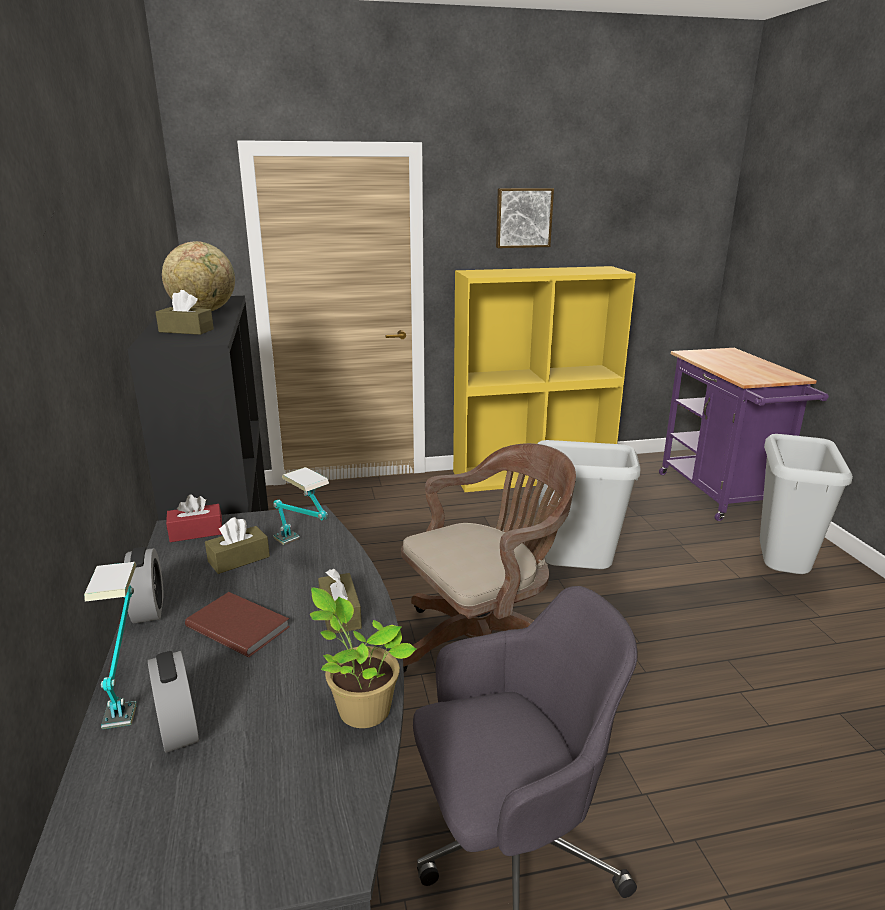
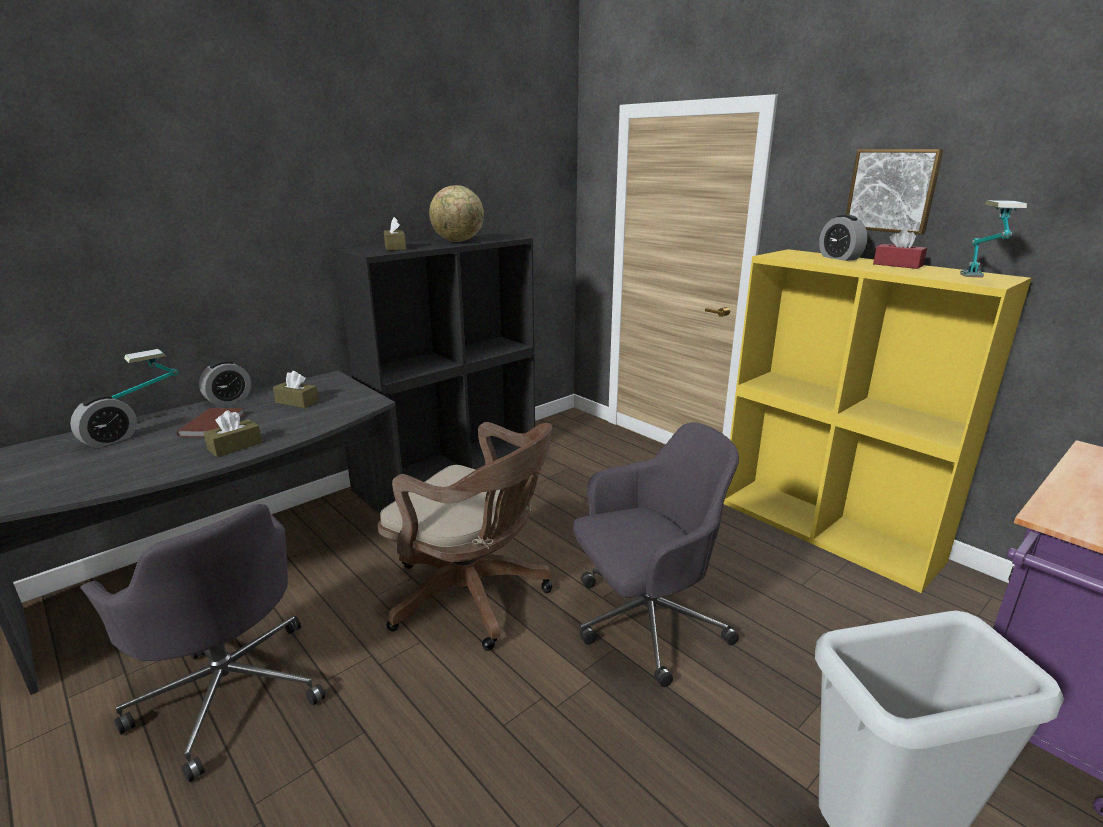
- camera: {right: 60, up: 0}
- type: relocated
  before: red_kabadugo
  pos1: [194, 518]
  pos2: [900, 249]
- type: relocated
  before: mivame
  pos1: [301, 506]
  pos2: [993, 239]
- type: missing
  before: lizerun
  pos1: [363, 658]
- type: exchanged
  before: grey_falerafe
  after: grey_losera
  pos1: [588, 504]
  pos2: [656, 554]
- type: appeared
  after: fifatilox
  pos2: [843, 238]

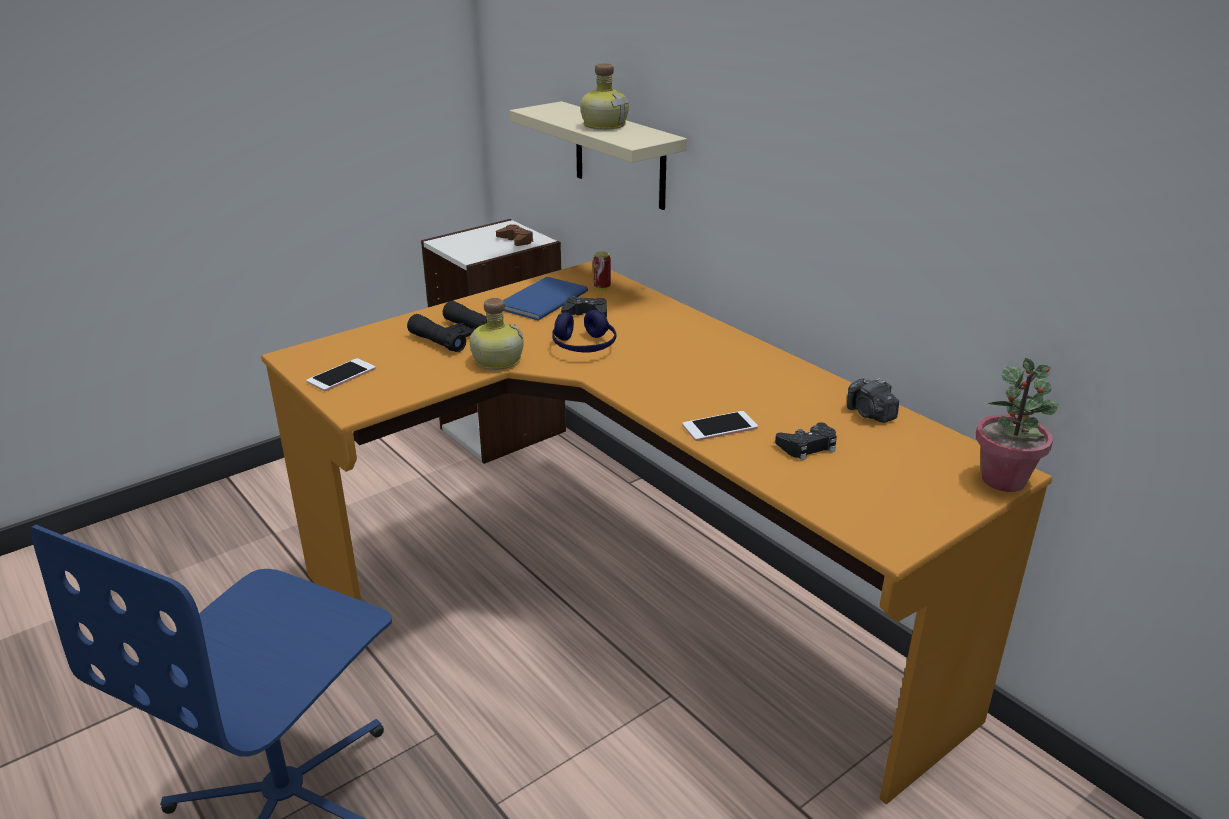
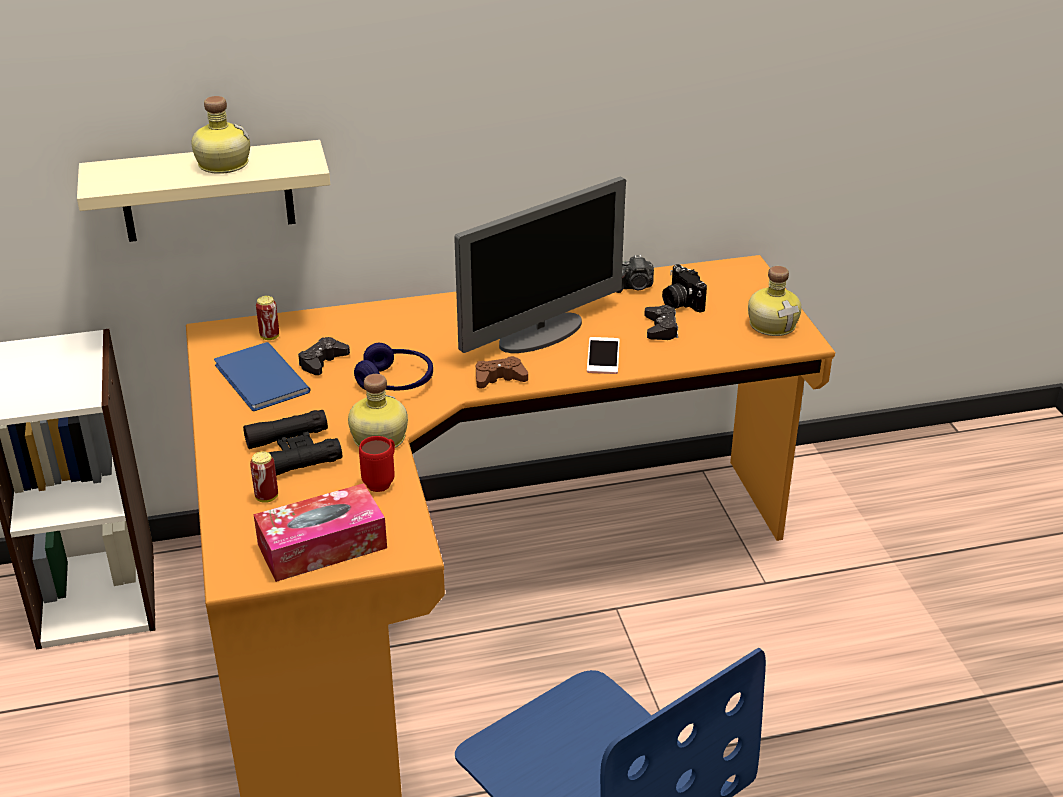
- camera: {right: -65, up: 5}
- type: exchanged
  before: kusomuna
  after: kabadugo
  pos1: [341, 374]
  pos2: [320, 532]
- type: relocated
  before: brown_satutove
  pos1: [515, 235]
  pos2: [502, 372]
- type: missing
  before: lizerun
  pos1: [1017, 425]
- type: appeared
  after: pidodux
  pos2: [264, 477]
- type: appeared
  after: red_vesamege
  pos2: [377, 464]
- type: appeared
  after: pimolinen
  pos2: [540, 265]
- type: appeared
  after: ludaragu
  pos2: [684, 288]
- type: appeared
  after: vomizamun
  pos2: [774, 301]

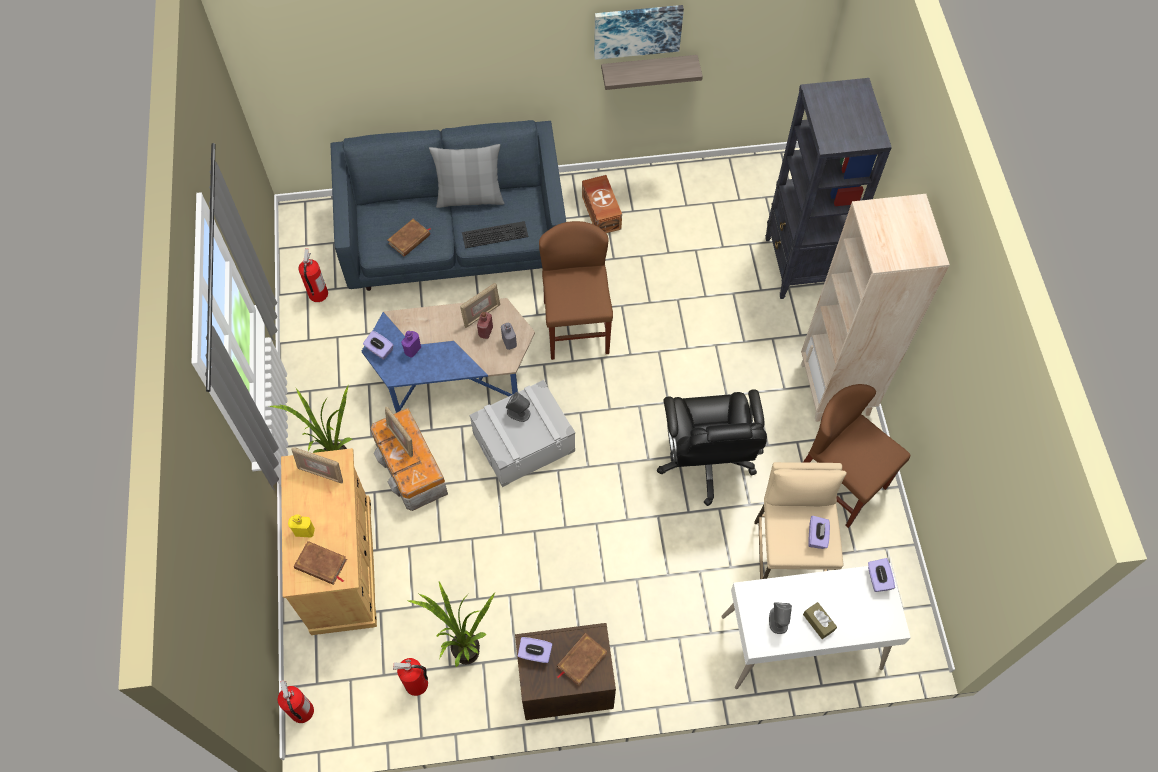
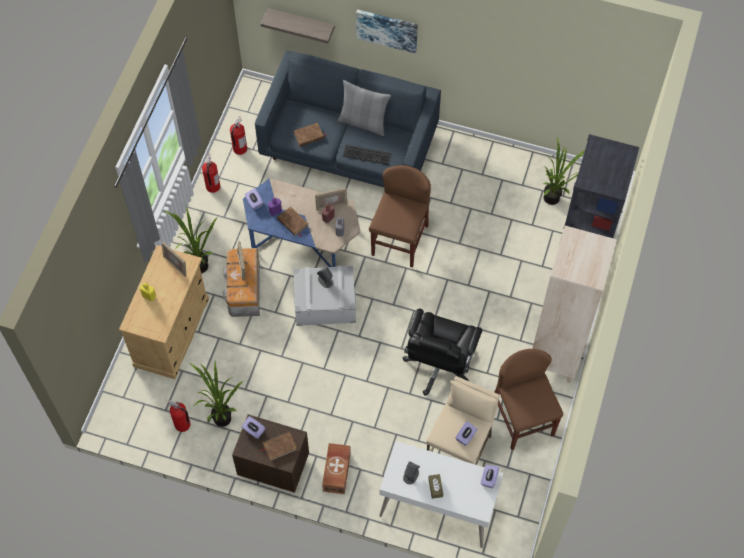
- camera: {right: 25, up: 0}
- type: relocated
  before: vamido
  pos1: [296, 701]
  pos2: [211, 173]
- type: relocated
  before: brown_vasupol
  pos1: [320, 563]
  pos2: [292, 222]
- type: relocated
  before: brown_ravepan
  pos1: [602, 204]
  pos2: [336, 468]
- type: relocated
  before: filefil
  pos1: [639, 32]
  pos2: [387, 31]
- type: relocated
  before: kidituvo
  pos1: [652, 72]
  pos2: [298, 26]
- type: appeared
  after: lizerun
  pos2: [564, 171]

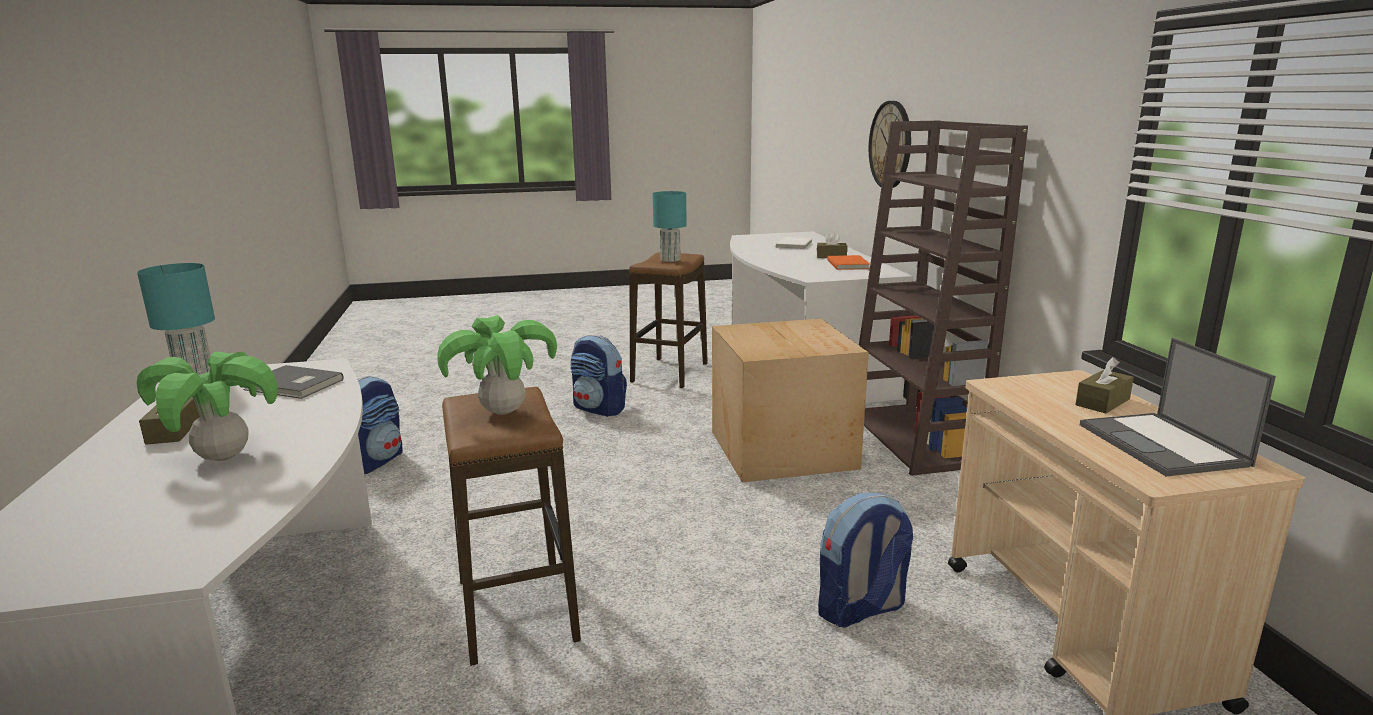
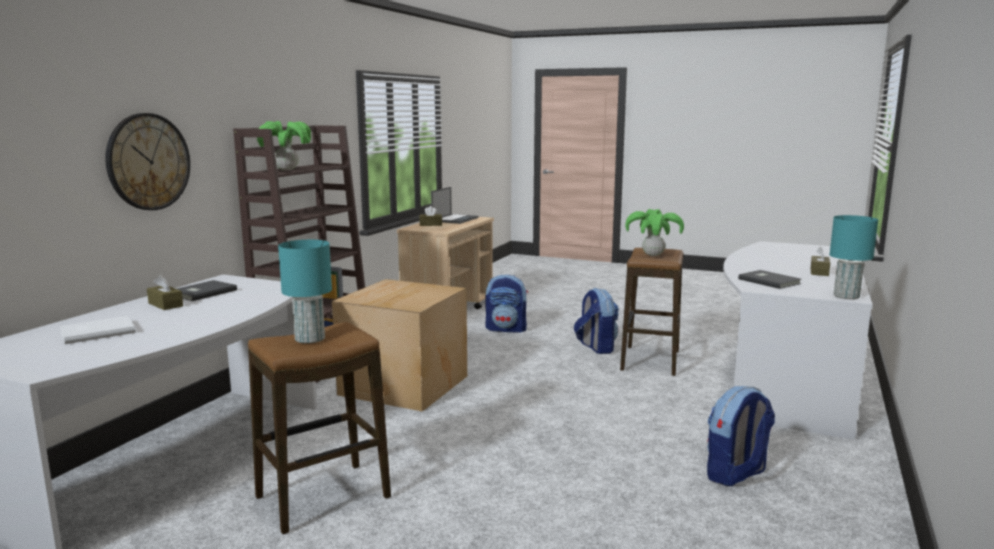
- camera: {right: -145, up: -5}
- type: relocated
  before: lizerun
  pos1: [207, 406]
  pos2: [284, 146]
- type: relocated
  before: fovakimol
  pos1: [598, 376]
  pos2: [596, 321]
- type: colour
  before: orange_vasupol
  after: grey_vasupol
  pos1: [848, 262]
  pos2: [207, 290]

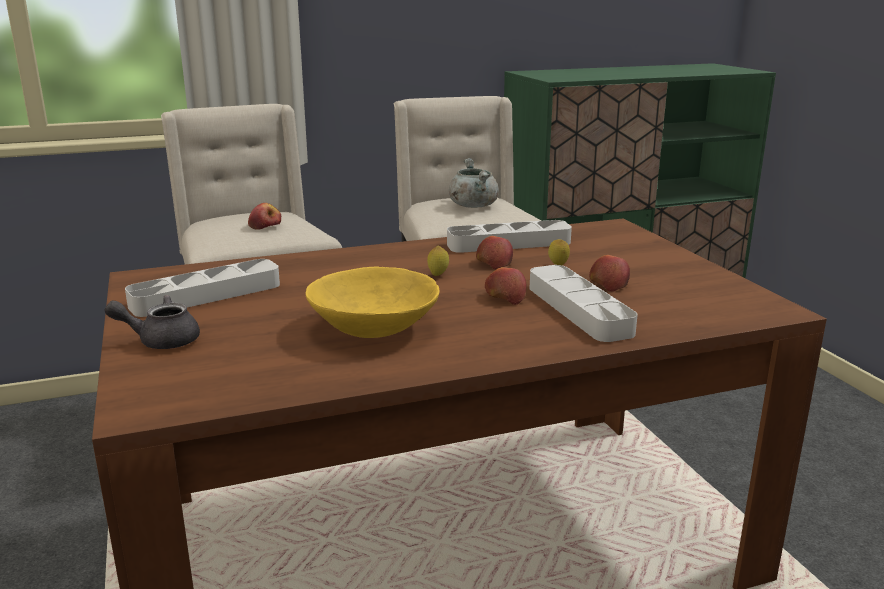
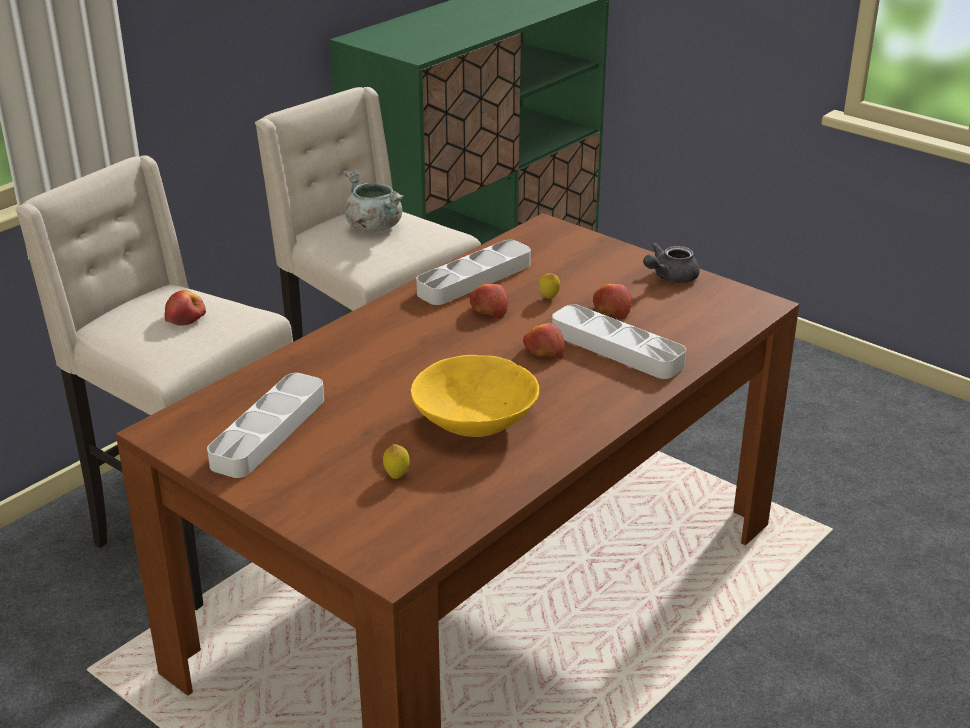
- camera: {right: -30, up: 10}
- type: relocated
  before: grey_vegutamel
  pos1: [152, 322]
  pos2: [671, 263]
- type: relocated
  before: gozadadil
  pos1: [438, 261]
  pos2: [396, 461]

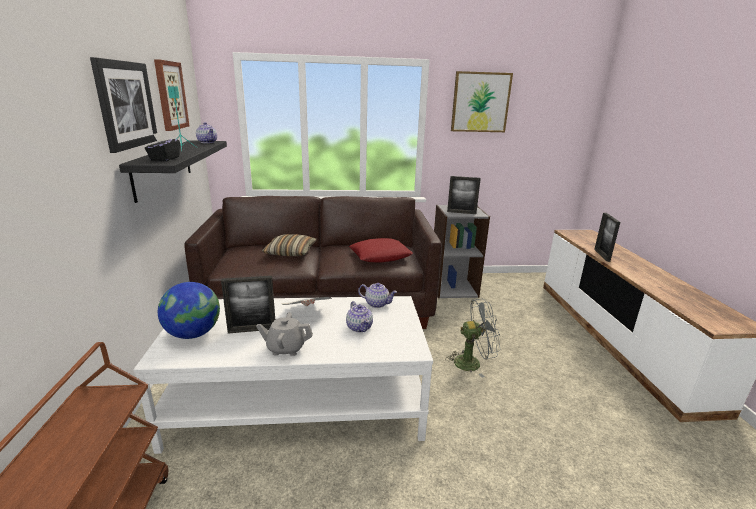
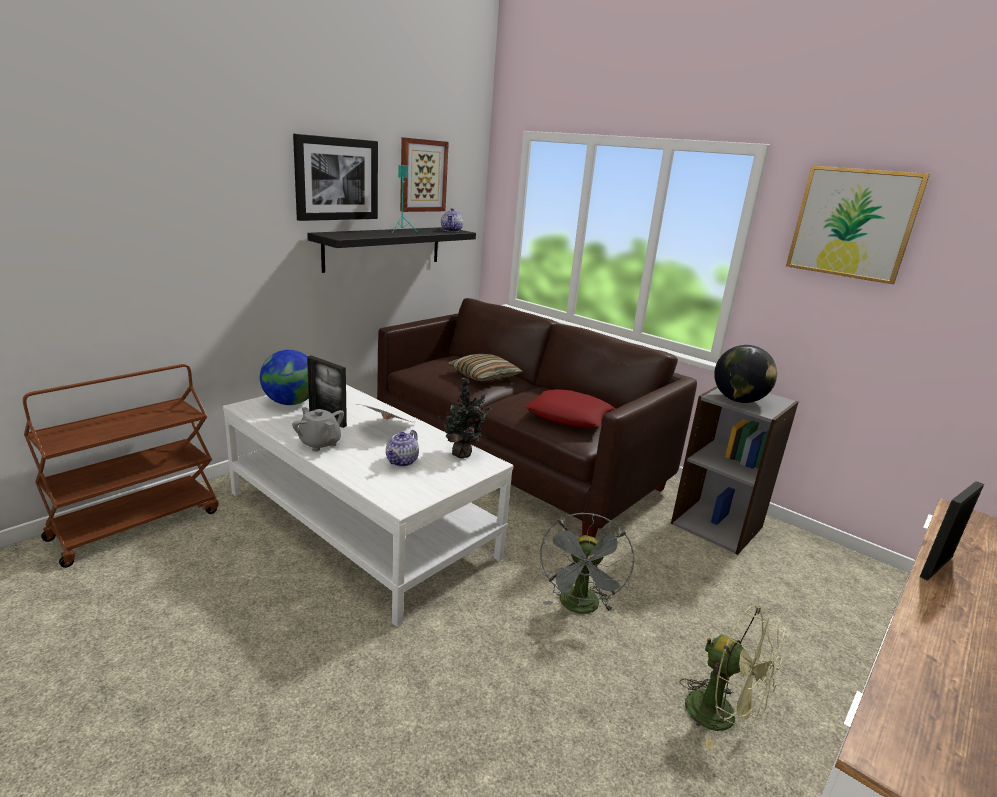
- camera: {right: 45, up: 0}
- type: missing
  before: black_kabadugo
  pos1: [162, 146]
- type: exchanged
  before: vegutamel
  after: lizerun
  pos1: [377, 295]
  pos2: [464, 418]
- type: spun
  before: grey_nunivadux
  pos1: [473, 338]
  pos2: [586, 563]
  turn: 60
- type: exchanged
  before: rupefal
  after: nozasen
  pos1: [464, 195]
  pos2: [745, 374]
- type: appeared
  after: green_nunivadux
  pos2: [732, 677]

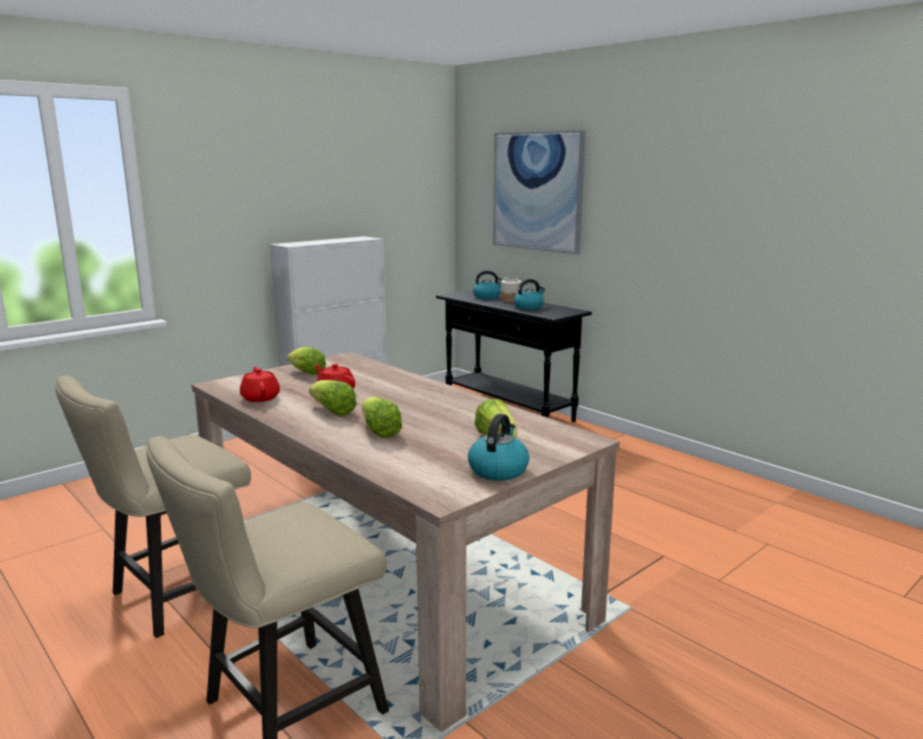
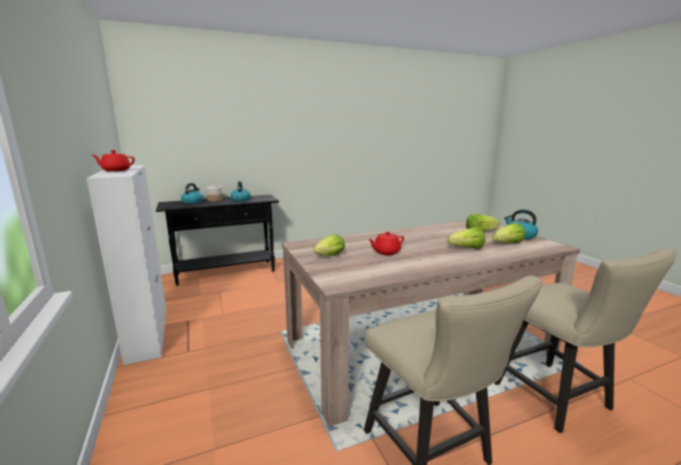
- camera: {right: -70, up: 0}
- type: relocated
  before: red_vegutamel
  pos1: [260, 384]
  pos2: [113, 160]
- type: relocated
  before: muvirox
  pos1: [332, 398]
  pos2: [508, 233]
- type: missing
  before: filefil
  pos1: [539, 192]

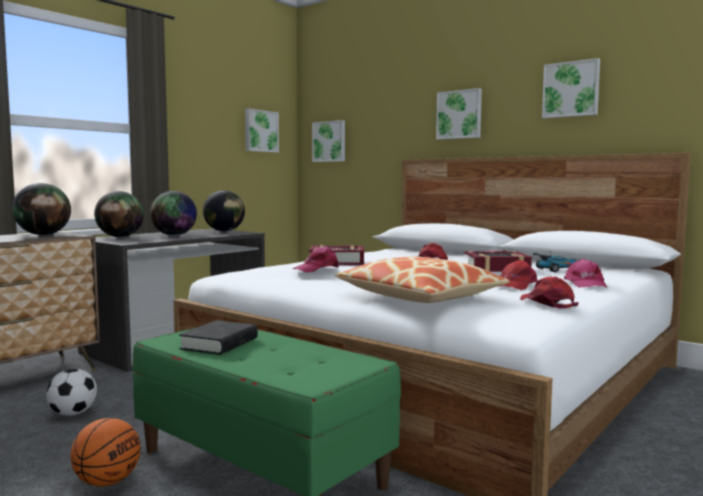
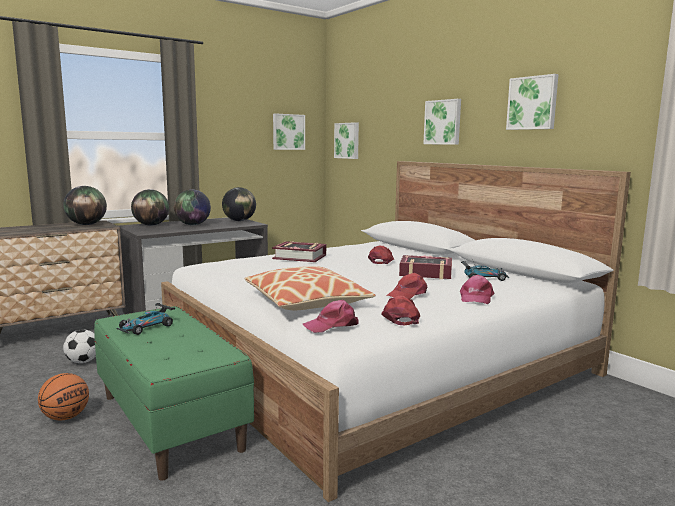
- camera: {right: 15, up: 5}
- type: exchanged
  before: black_vasupol
  after: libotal
  pos1: [218, 337]
  pos2: [145, 318]
- type: relocated
  before: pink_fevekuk
  pos1: [315, 259]
  pos2: [331, 316]

